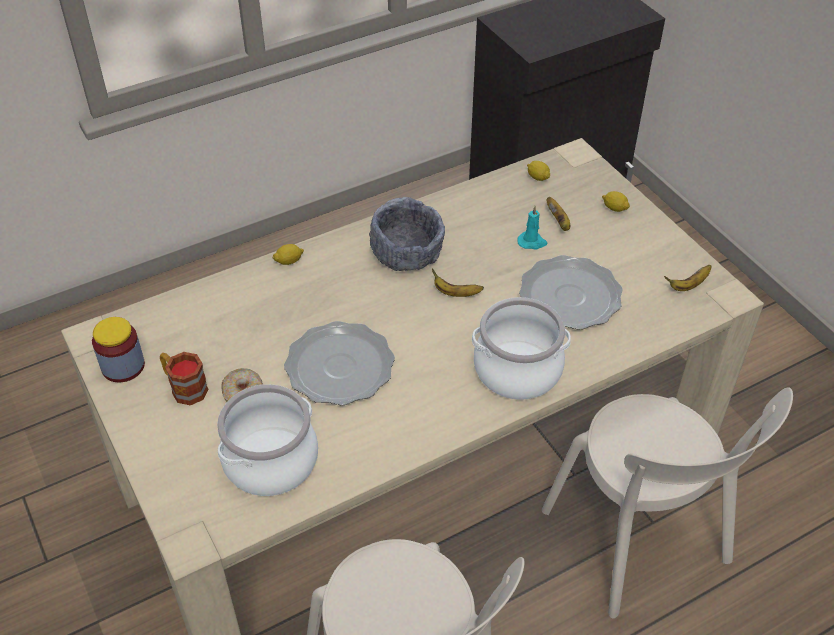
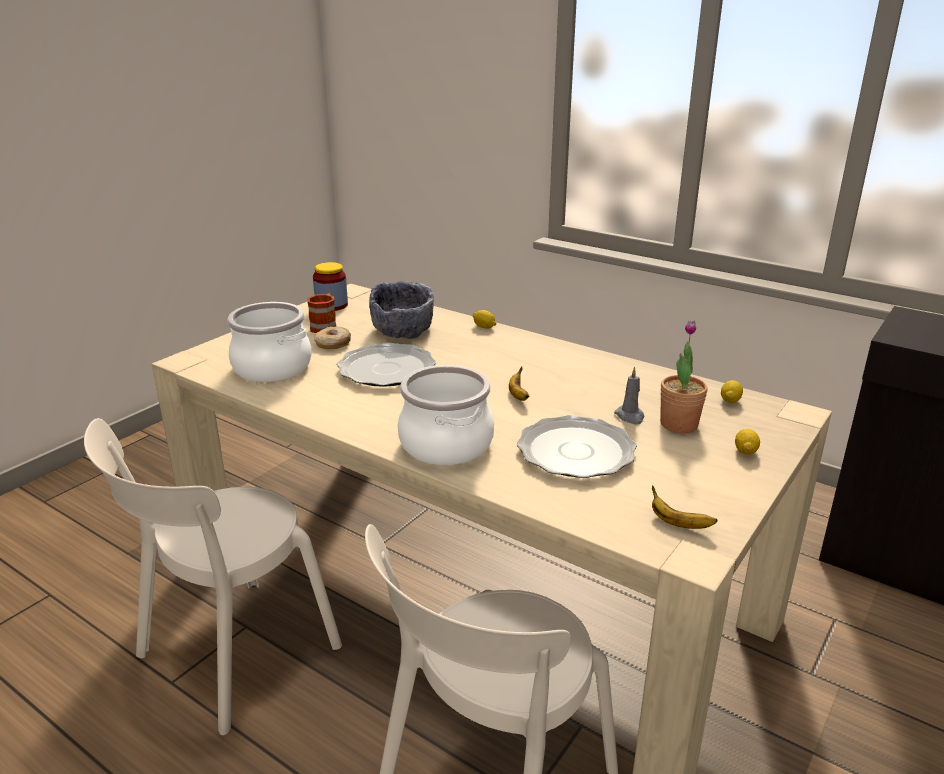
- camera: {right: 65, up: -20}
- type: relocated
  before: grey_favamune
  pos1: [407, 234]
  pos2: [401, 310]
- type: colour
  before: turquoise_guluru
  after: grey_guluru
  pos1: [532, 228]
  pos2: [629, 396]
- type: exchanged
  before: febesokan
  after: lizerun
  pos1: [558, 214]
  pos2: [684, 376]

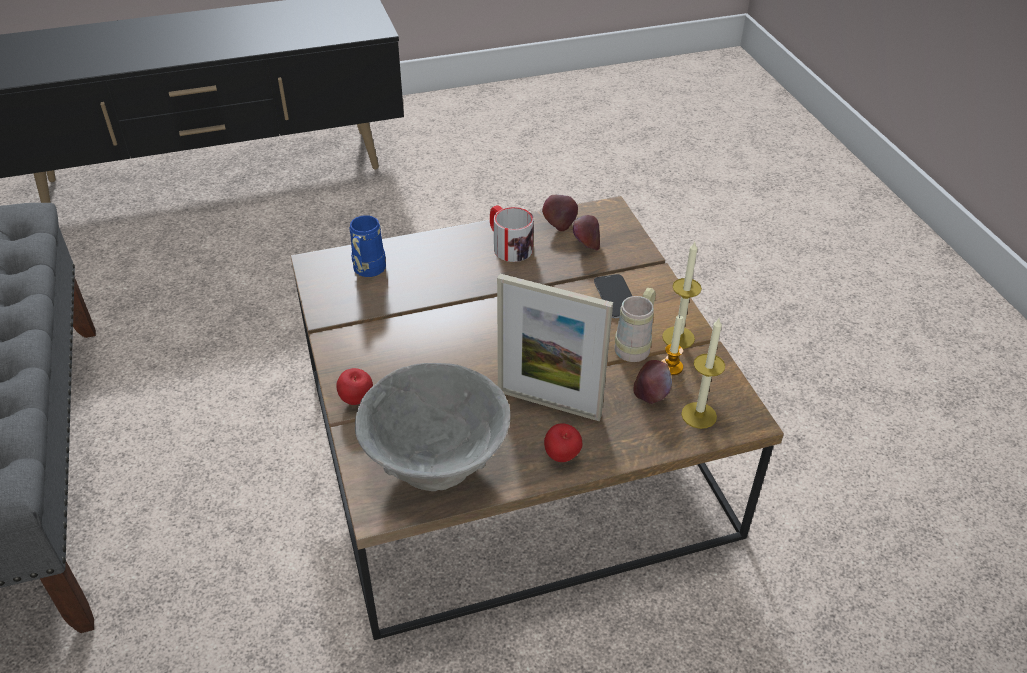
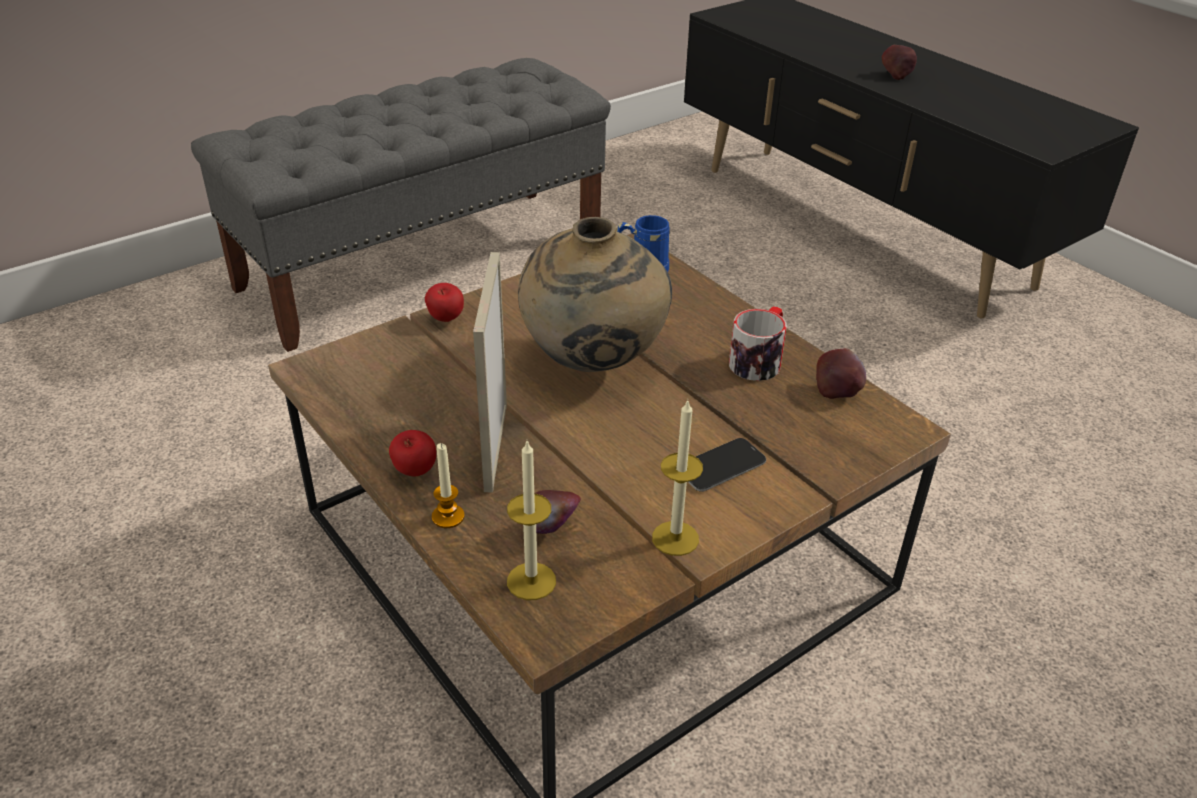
- camera: {right: 70, up: -5}
- type: missing
  before: grey_favamune
  pos1: [432, 427]
- type: relocated
  before: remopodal
  pos1: [586, 232]
  pos2: [899, 62]
- type: missing
  before: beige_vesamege
  pos1: [635, 325]
- type: relocated
  before: guluru
  pos1: [672, 345]
  pos2: [448, 485]
- type: appeared
  after: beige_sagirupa
  pos2: [595, 294]

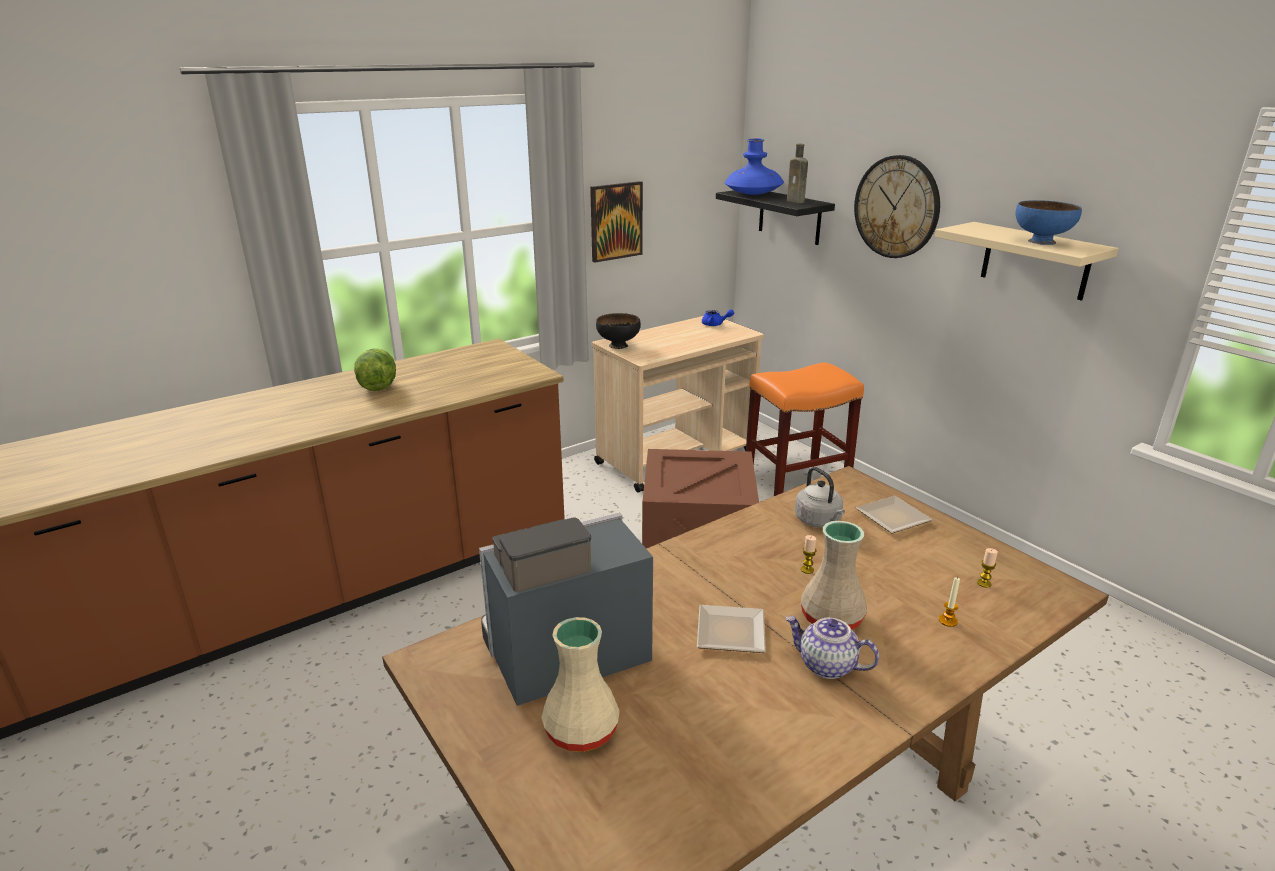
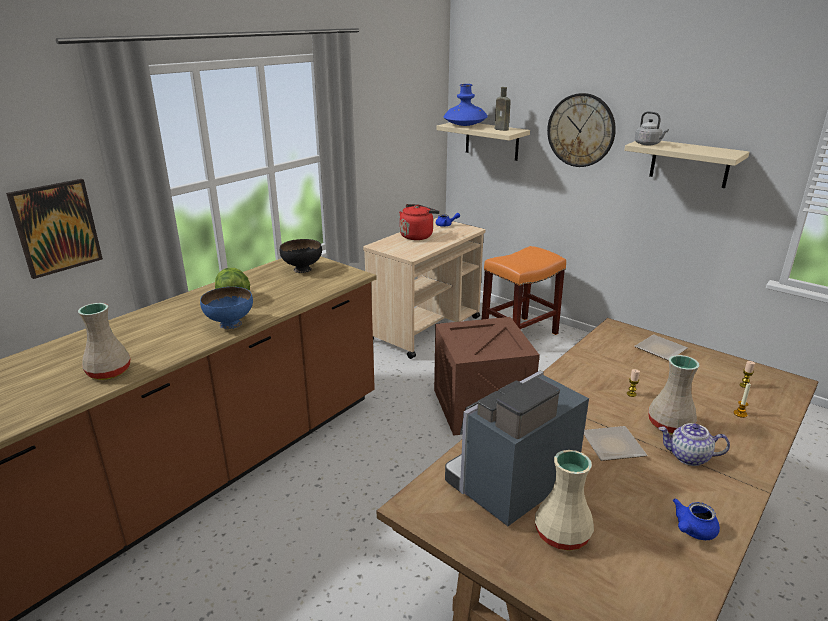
- camera: {right: -15, up: 0}
- type: relocated
  before: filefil
  pos1: [616, 222]
  pos2: [54, 229]
- type: relocated
  before: black_favamune
  pos1: [618, 331]
  pos2: [301, 256]
- type: colour
  before: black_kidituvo
  after: beige_kidituvo
  pos1: [775, 217]
  pos2: [483, 142]
- type: relocated
  before: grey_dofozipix
  pos1: [820, 497]
  pos2: [652, 128]
- type: relocated
  before: blue_favamune
  pos1: [1048, 222]
  pos2: [226, 308]
- type: appeared
  after: beige_sagirupa
  pos2: [104, 341]
- type: appeared
  after: red_dofozipix
  pos2: [419, 222]
- type: appeared
  after: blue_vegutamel
  pos2: [696, 519]

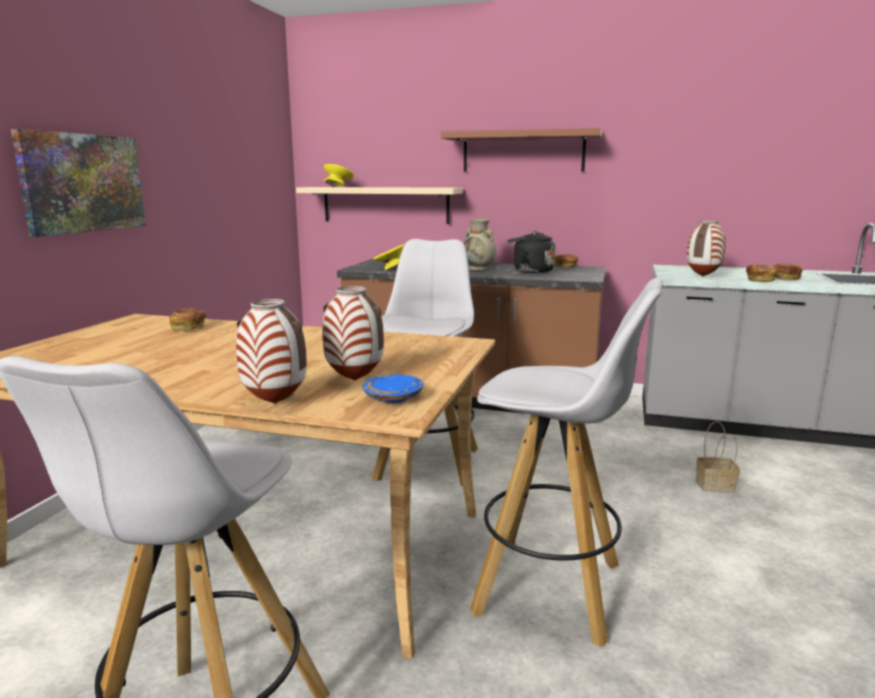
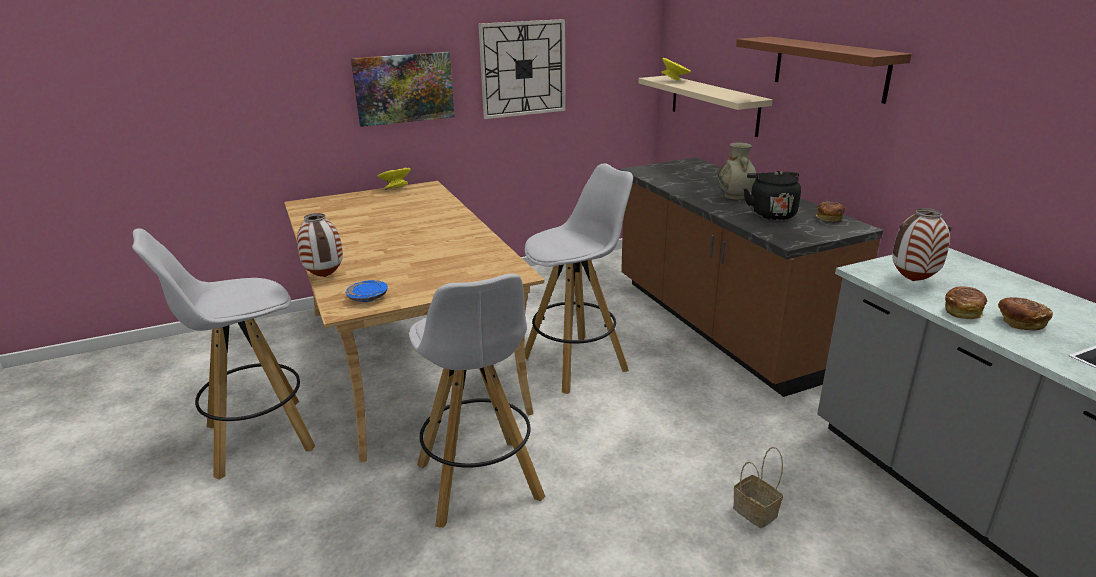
- camera: {right: 50, up: 10}
- type: missing
  before: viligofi
  pos1: [187, 319]
- type: missing
  before: sagirupa
  pos1: [353, 333]
- type: relocated
  before: yellow_favamune
  pos1: [388, 257]
  pos2: [394, 179]
- type: appeared
  after: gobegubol
  pos2: [522, 69]

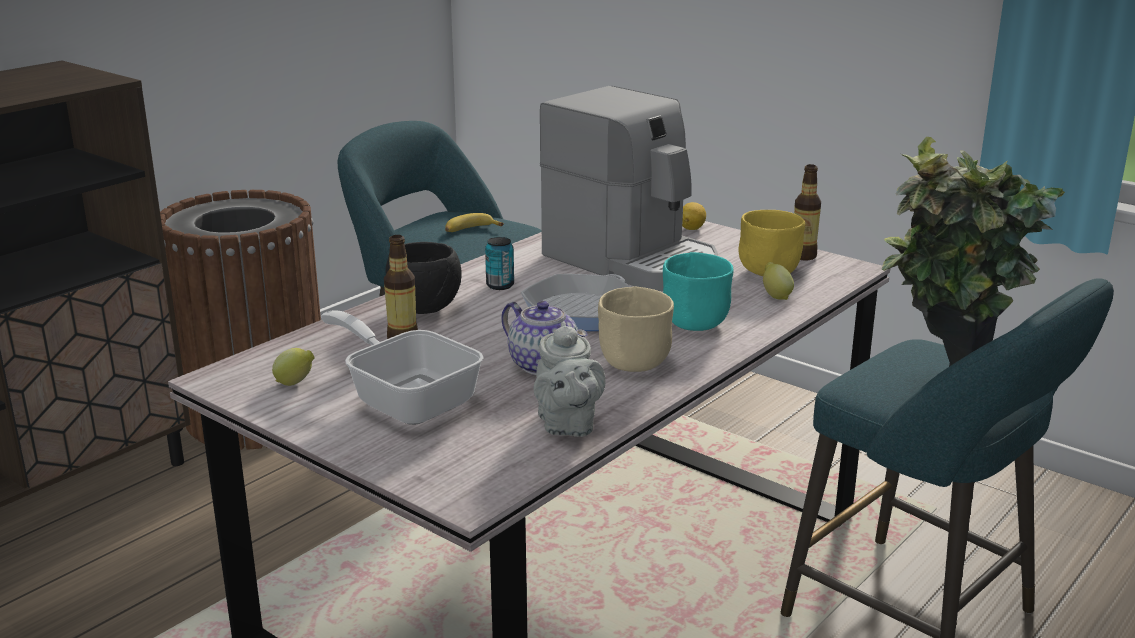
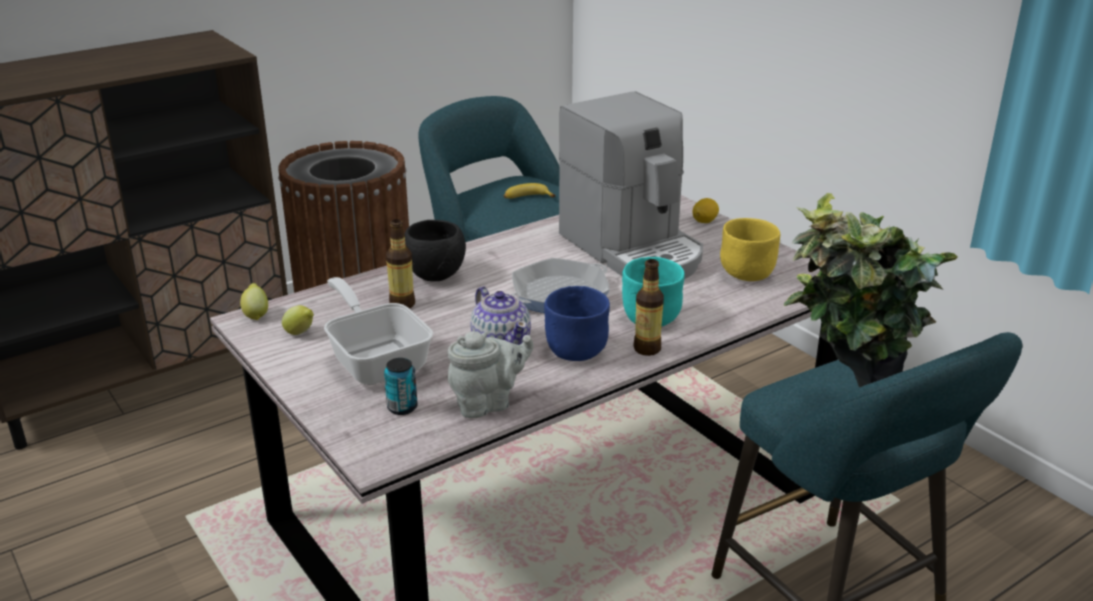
- camera: {right: 15, up: 5}
- type: relocated
  before: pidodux
  pos1: [499, 263]
  pos2: [400, 386]
- type: spun
  before: grey_vegutamel
  pos1: [569, 379]
  pos2: [490, 374]
  turn: -120
- type: colour
  before: beige_favamune
  after: blue_favamune
  pos1: [636, 329]
  pos2: [577, 323]
- type: relocated
  before: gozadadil
  pos1: [778, 281]
  pos2: [254, 301]
- type: relocated
  before: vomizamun
  pos1: [807, 212]
  pos2: [649, 307]

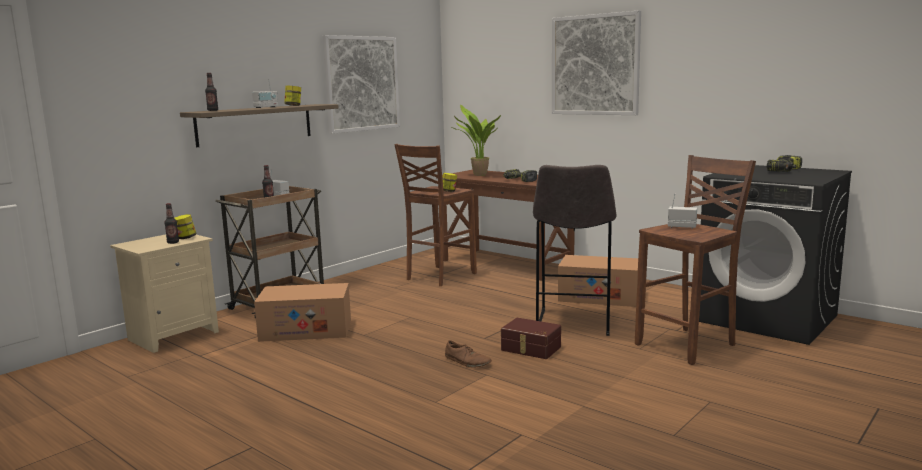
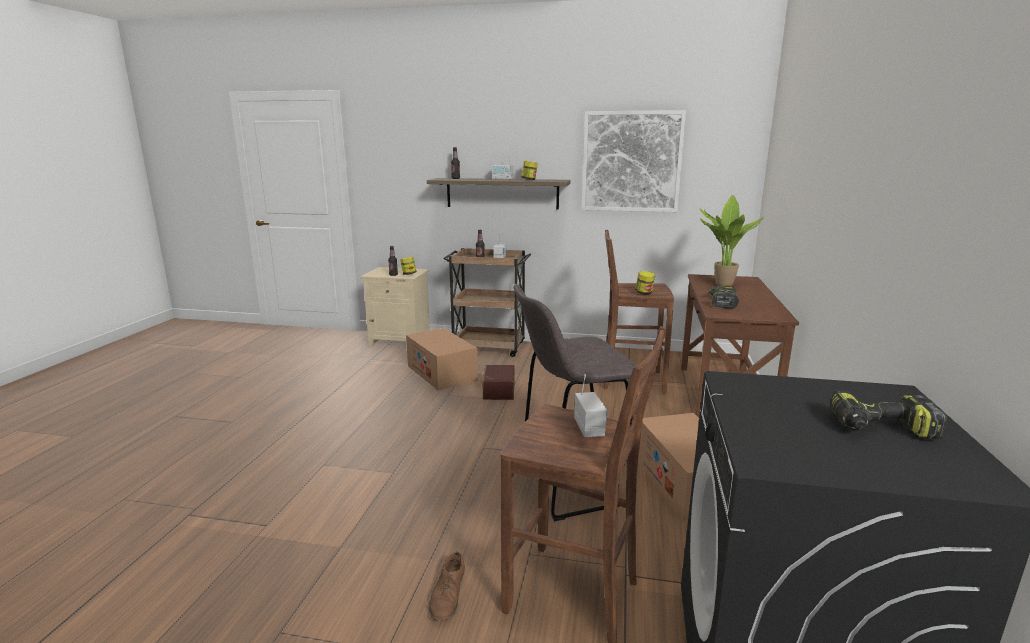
- camera: {right: 60, up: 5}
- type: relocated
  before: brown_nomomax
  pos1: [468, 353]
  pos2: [447, 586]
- type: relocated
  before: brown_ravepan
  pos1: [531, 338]
  pos2: [497, 382]
- type: missing
  before: filefil
  pos1: [596, 62]

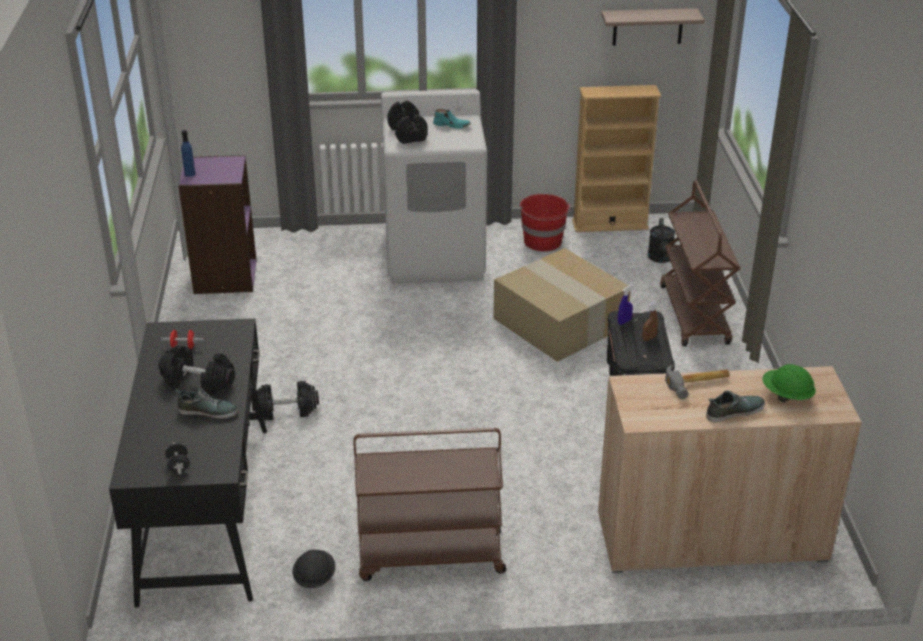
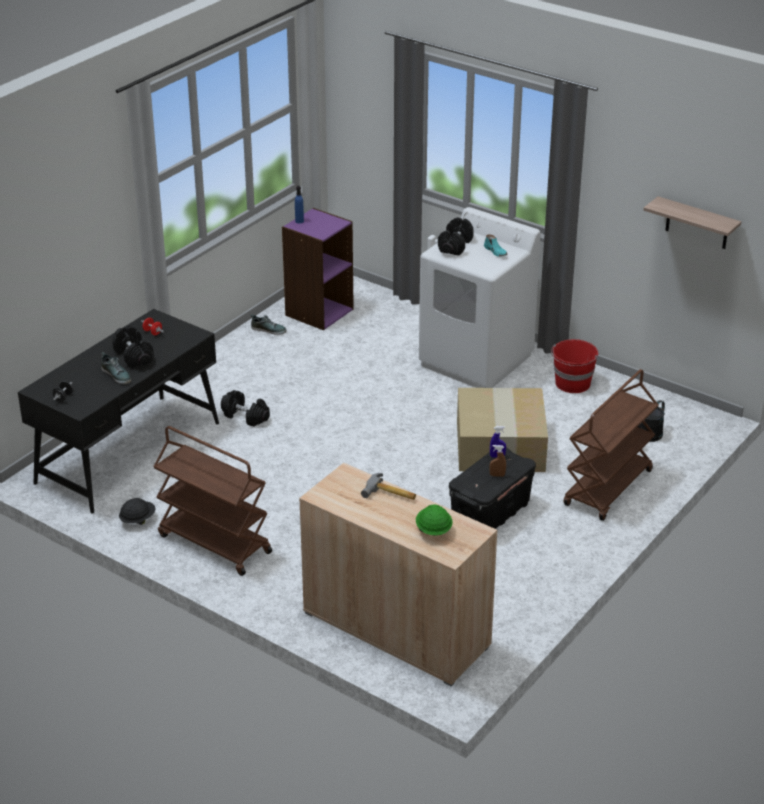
- camera: {right: 40, up: 0}
- type: missing
  before: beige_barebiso
  pos1: [616, 158]
- type: relocated
  before: nomomax
  pos1: [735, 407]
  pos2: [268, 324]

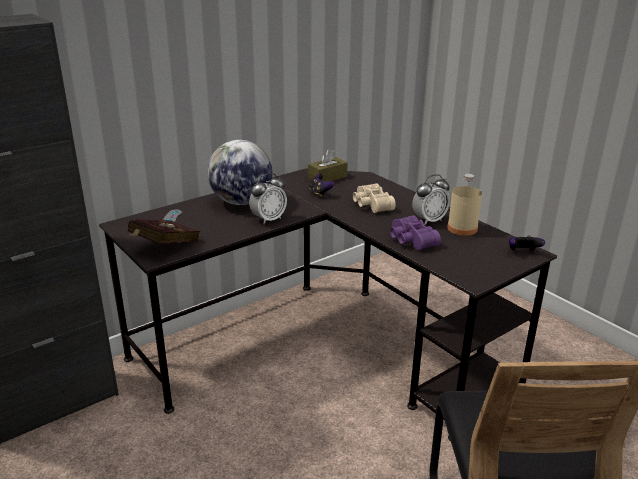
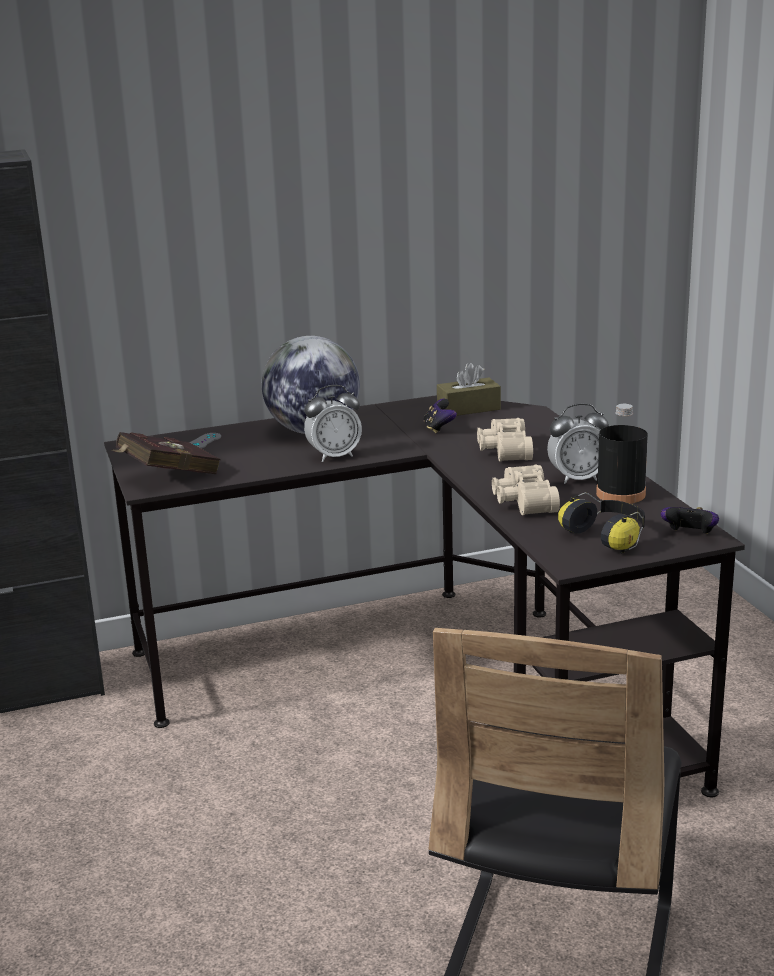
- camera: {right: 20, up: -5}
- type: colour
  before: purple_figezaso
  after: beige_figezaso
  pos1: [415, 232]
  pos2: [526, 489]
- type: colour
  before: beige_vomizamun
  after: black_vomizamun
  pos1: [464, 205]
  pos2: [622, 454]
- type: appeared
  after: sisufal
  pos2: [601, 523]

